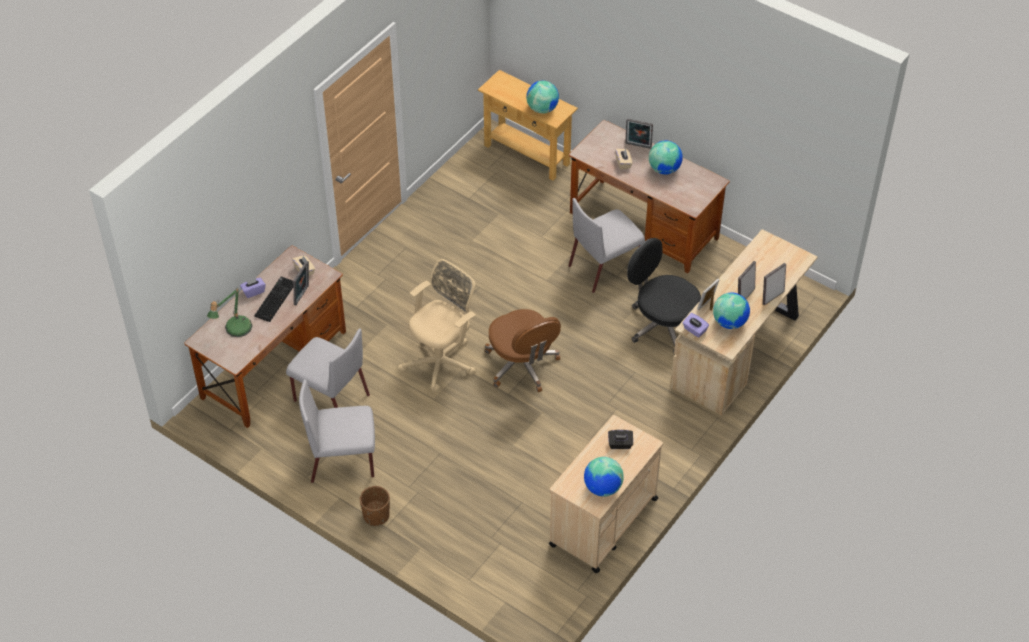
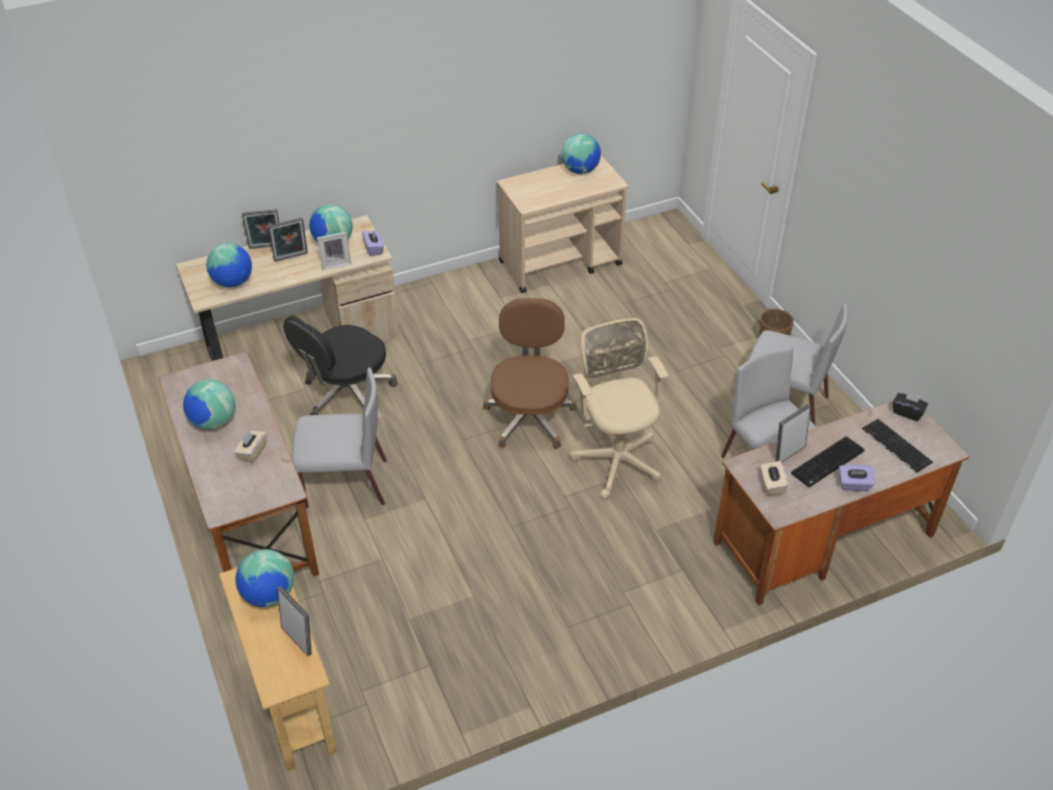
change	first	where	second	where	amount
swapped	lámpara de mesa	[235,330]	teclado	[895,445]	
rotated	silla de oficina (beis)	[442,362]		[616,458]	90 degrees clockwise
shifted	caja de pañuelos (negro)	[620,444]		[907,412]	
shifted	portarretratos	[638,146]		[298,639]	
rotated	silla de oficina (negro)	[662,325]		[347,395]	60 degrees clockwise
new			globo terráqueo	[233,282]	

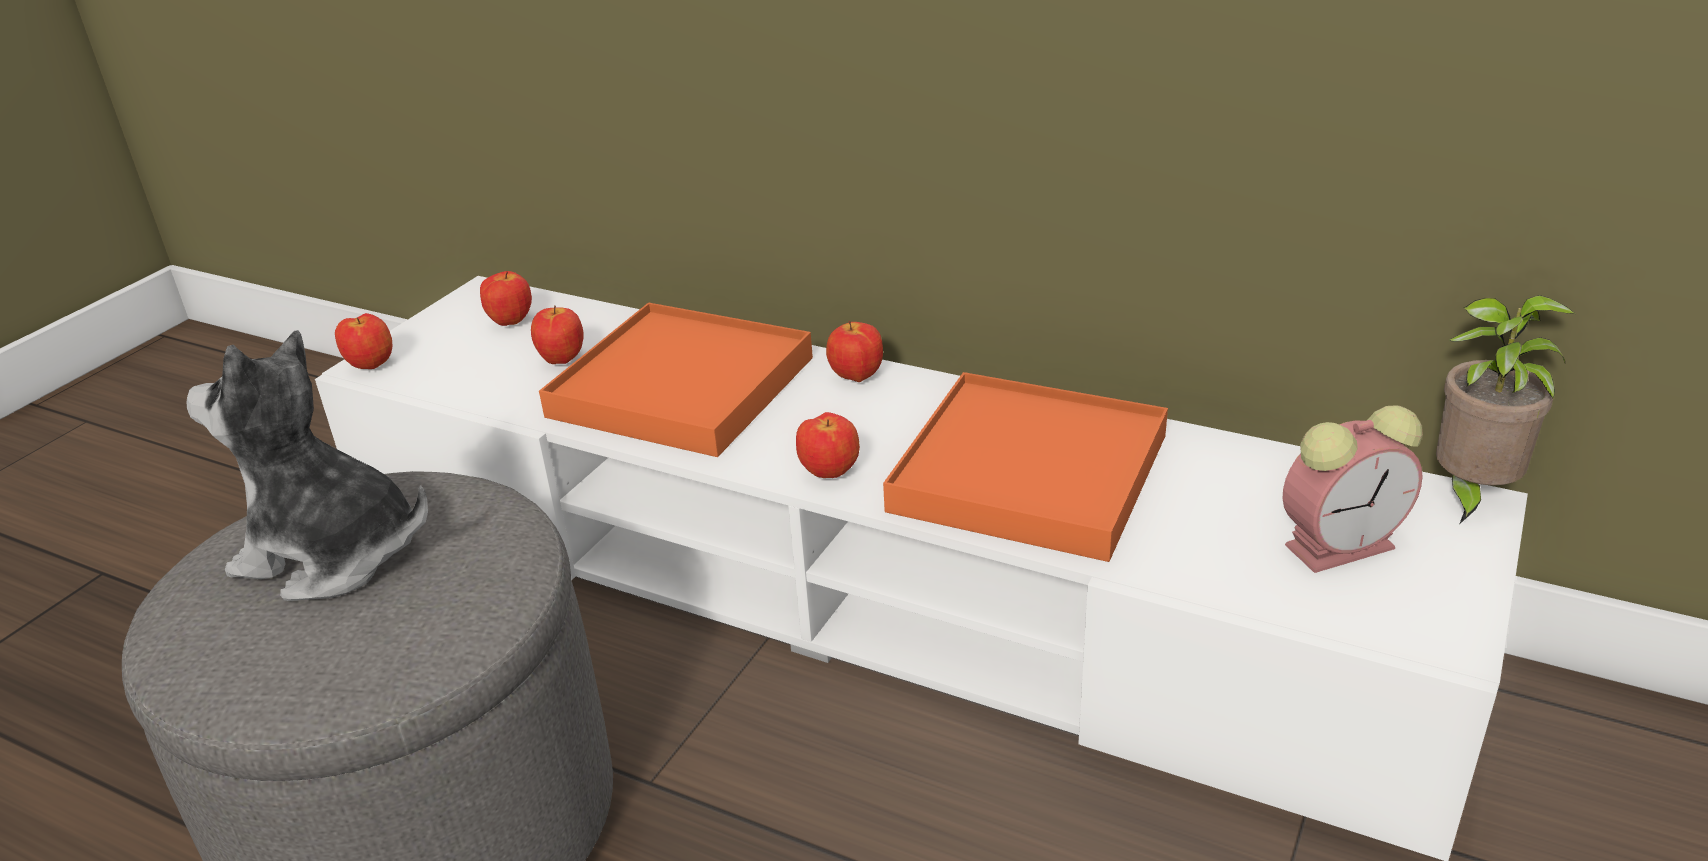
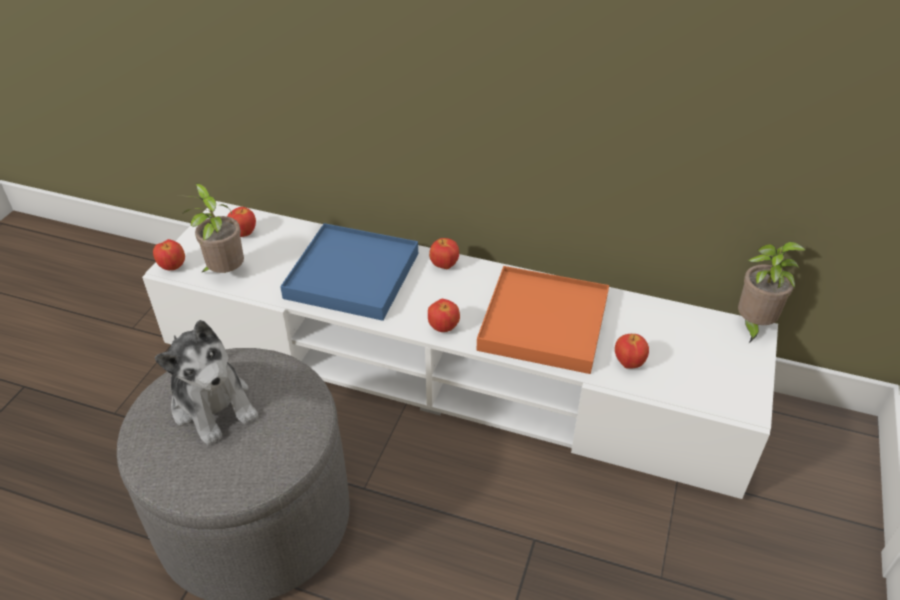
change	first	where	second	where	amount
rotated	peluche	[332,555]		[213,405]	135 degrees counterclockwise
shifted	manzana	[561,360]		[628,363]	
repainted	bandeja (naranja)	[683,387]	bandeja (azul)	[353,275]	
gone	despertador	[1342,545]			
new			planta en maceta	[225,273]	

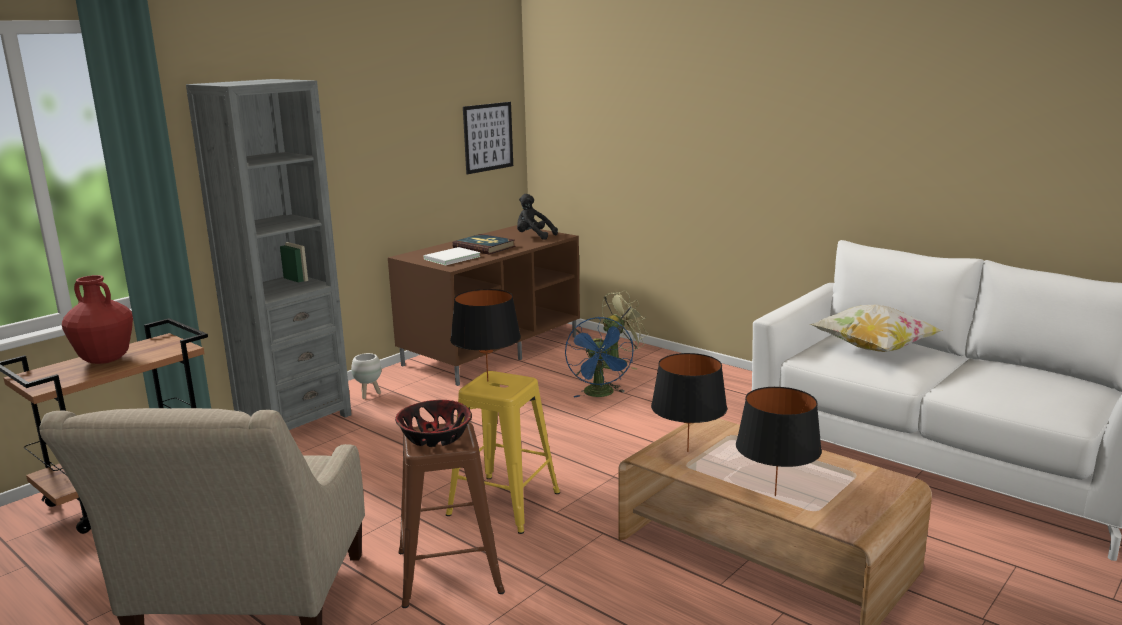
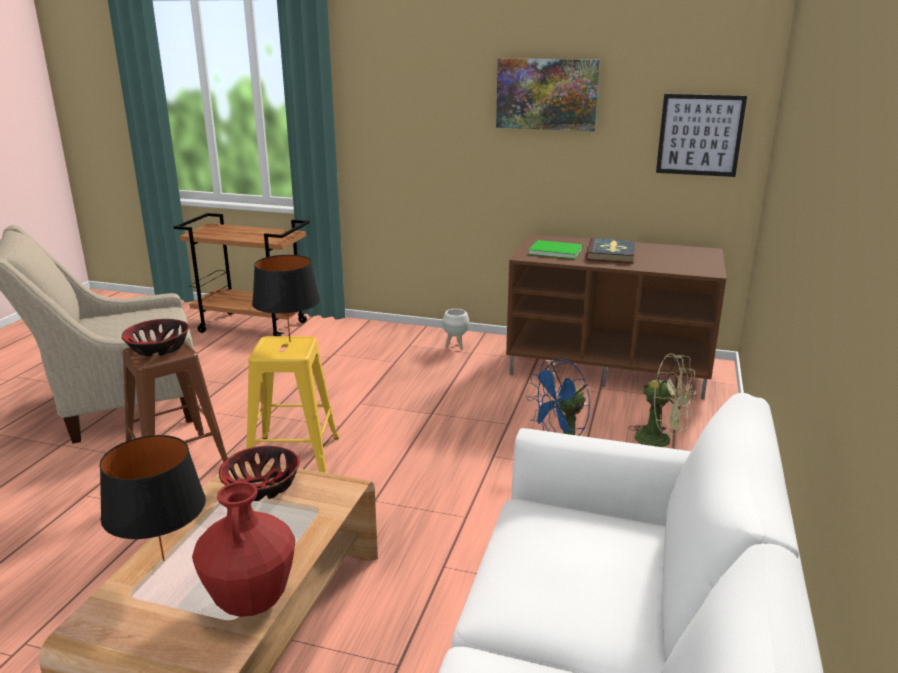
change	first	where	second	where	amount
shifted	florero (rojo)	[105,360]		[251,601]	
gone	estantería (gris)	[294,419]			
repainted	libro (blanco)	[450,258]	libro (verde)	[554,251]	
gone	peluche (negro)	[533,236]			
swapped	lámpara de mesa (negro)	[688,451]	cuenco	[262,488]	
gone	cojín	[873,349]			
new			cuadro	[547,94]	

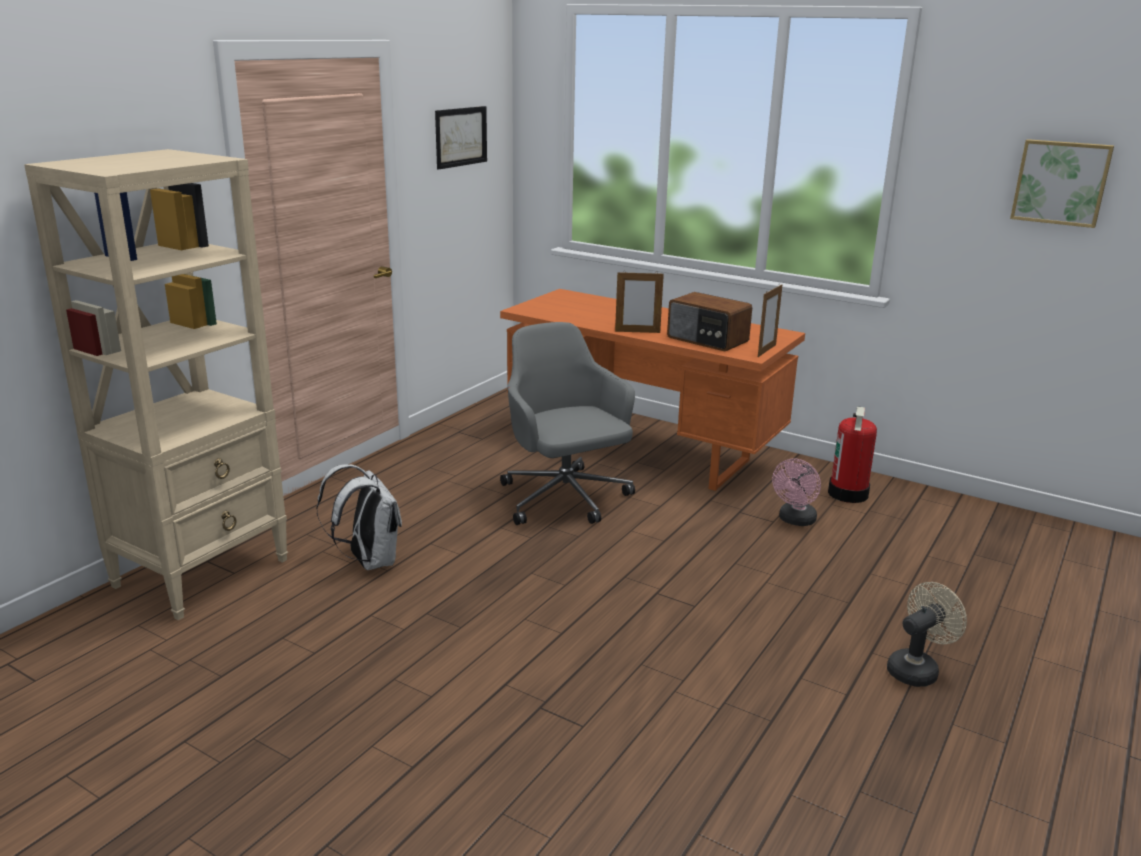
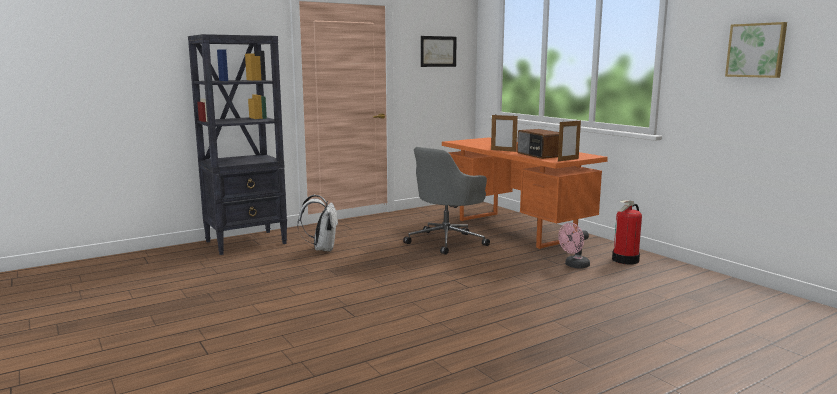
change	first	where	second	where	amount
repainted	estantería (beis)	[203,572]	estantería (negro)	[247,242]	
rotated	silla de oficina (gris)	[565,499]		[447,241]	135 degrees counterclockwise
gone	ventilador (beis)	[917,669]			

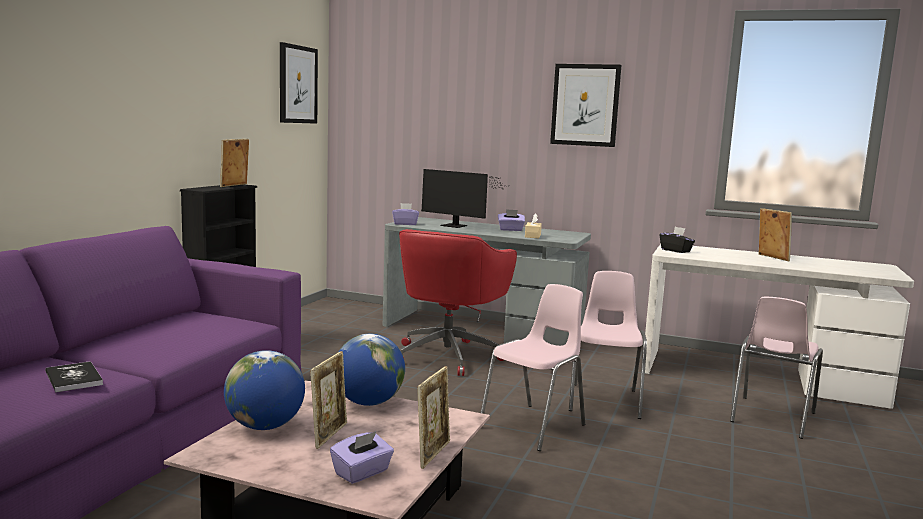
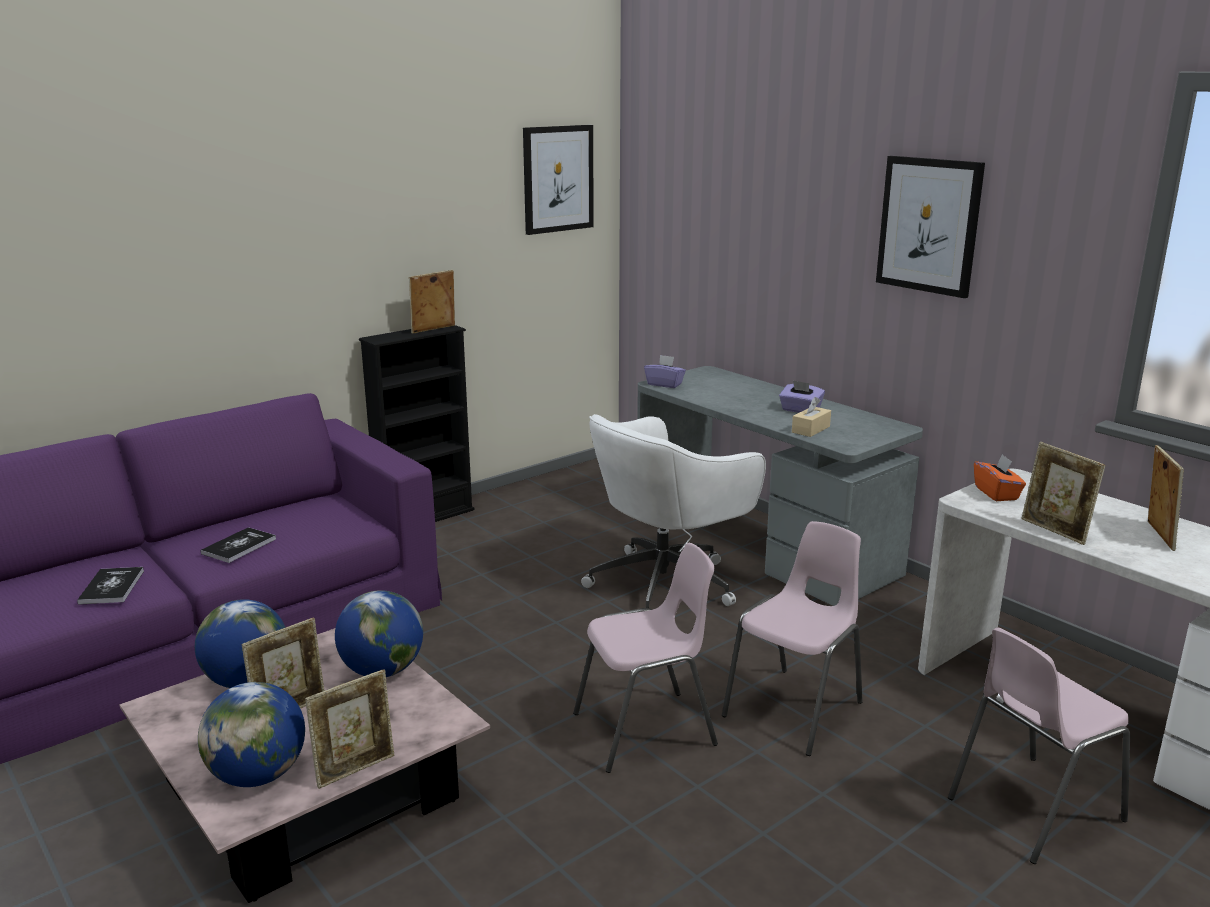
change	first	where	second	where	amount
swapped	caja de pañuelos (morado)	[362,473]	globo terráqueo	[258,775]	
repainted	silla de oficina (rojo)	[448,355]	silla de oficina (blanco)	[666,583]	
gone	monitor	[456,226]			
repainted	caja de pañuelos (negro)	[676,250]	caja de pañuelos (naranja)	[996,493]	
new			libro	[239,546]	
new			portarretratos	[1055,531]	

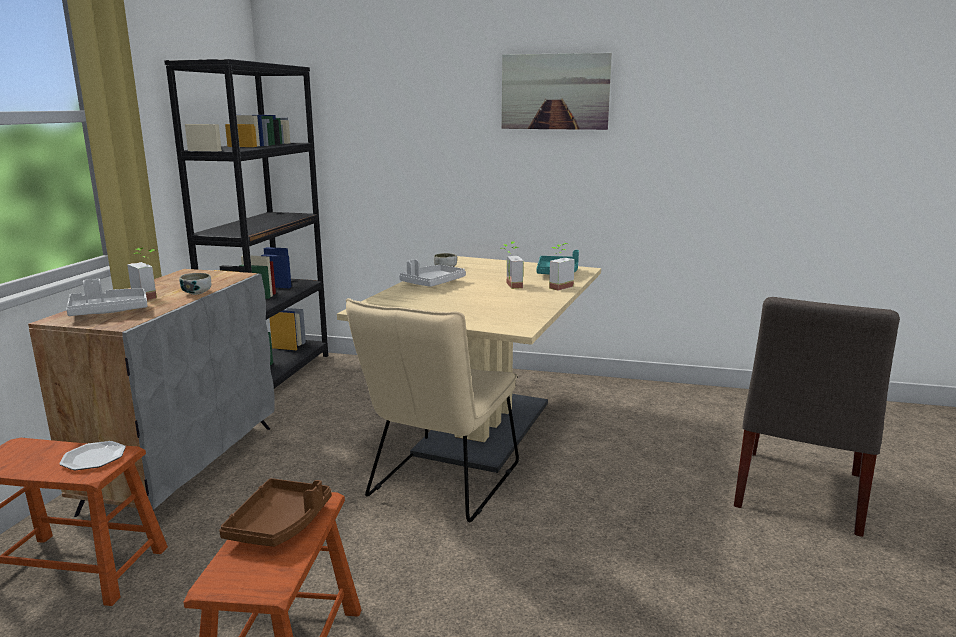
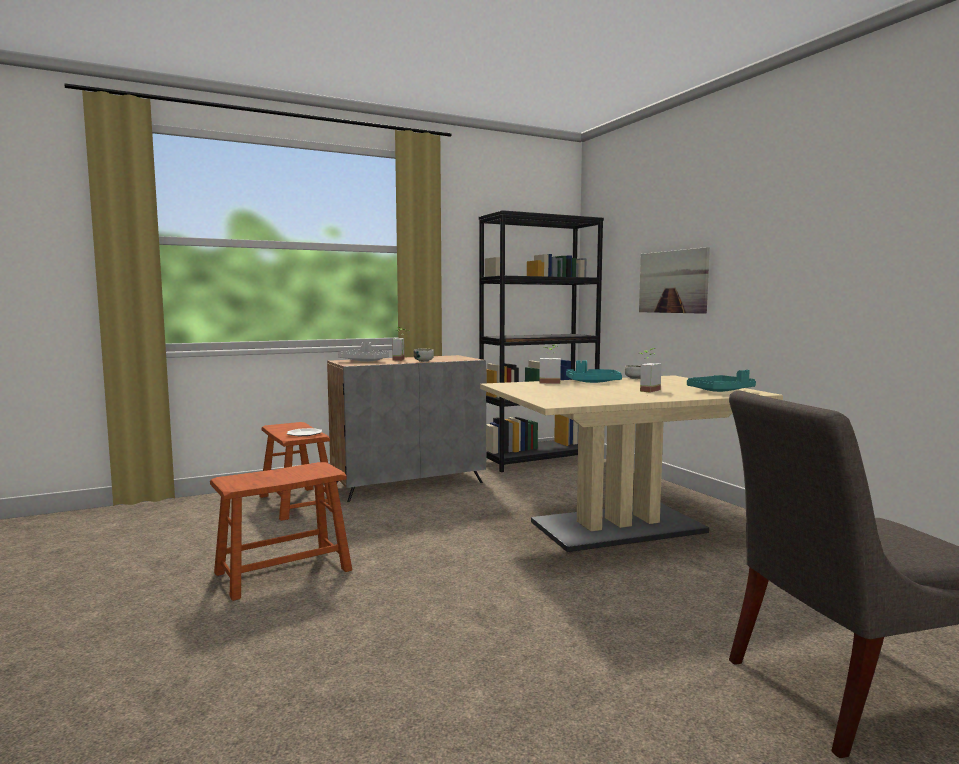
change	first	where	second	where	amount
gone	bandeja (marrón)	[280,524]			
gone	silla (beis)	[439,485]			
repainted	bandeja (gris)	[432,283]	bandeja (turquesa)	[592,382]	
shifted	cuadro	[555,92]		[673,281]	
shifted	planta en maceta	[557,286]		[550,382]	

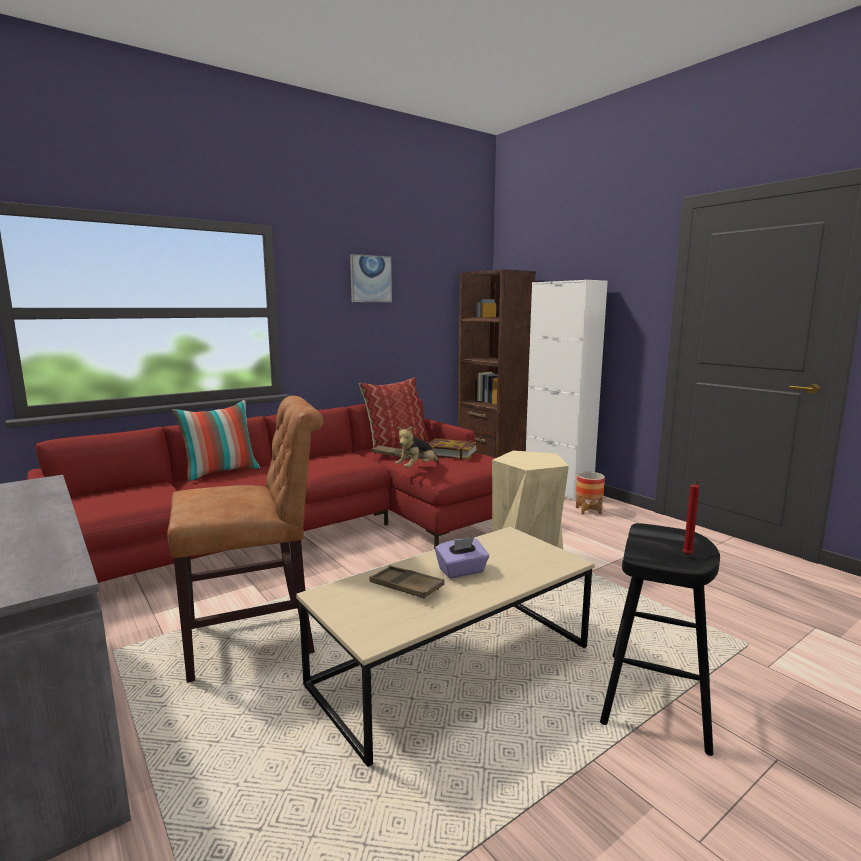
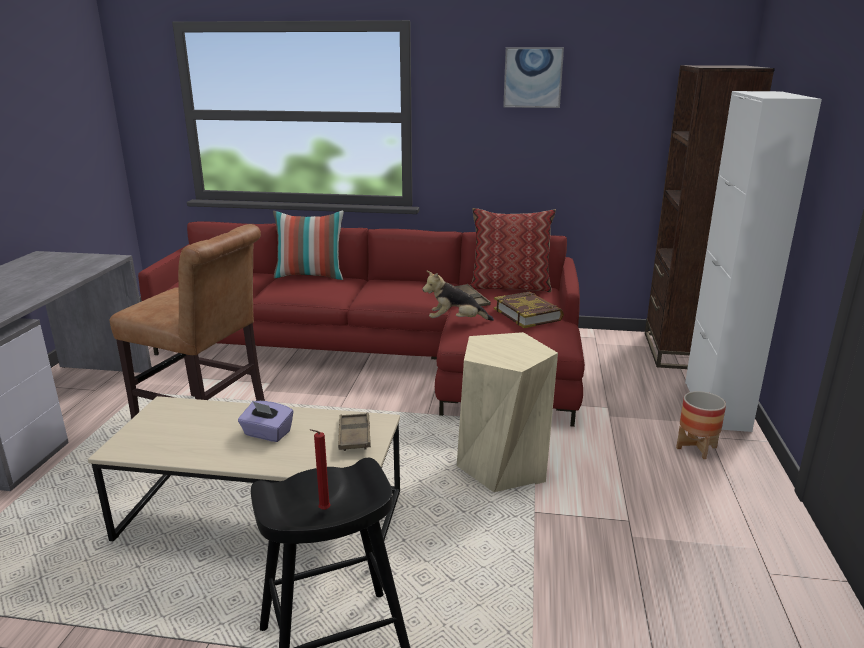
change	first	where	second	where	amount
shifted	bandeja (marrón)	[406,587]		[354,436]	

